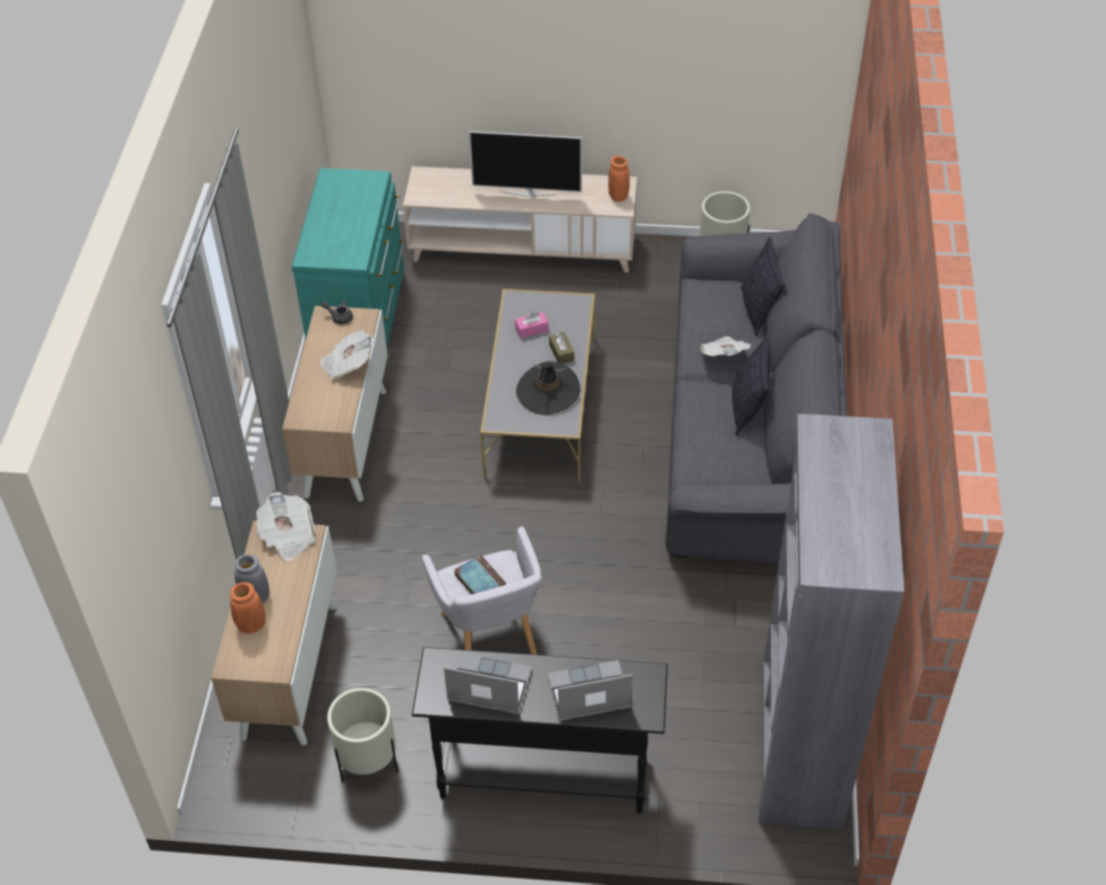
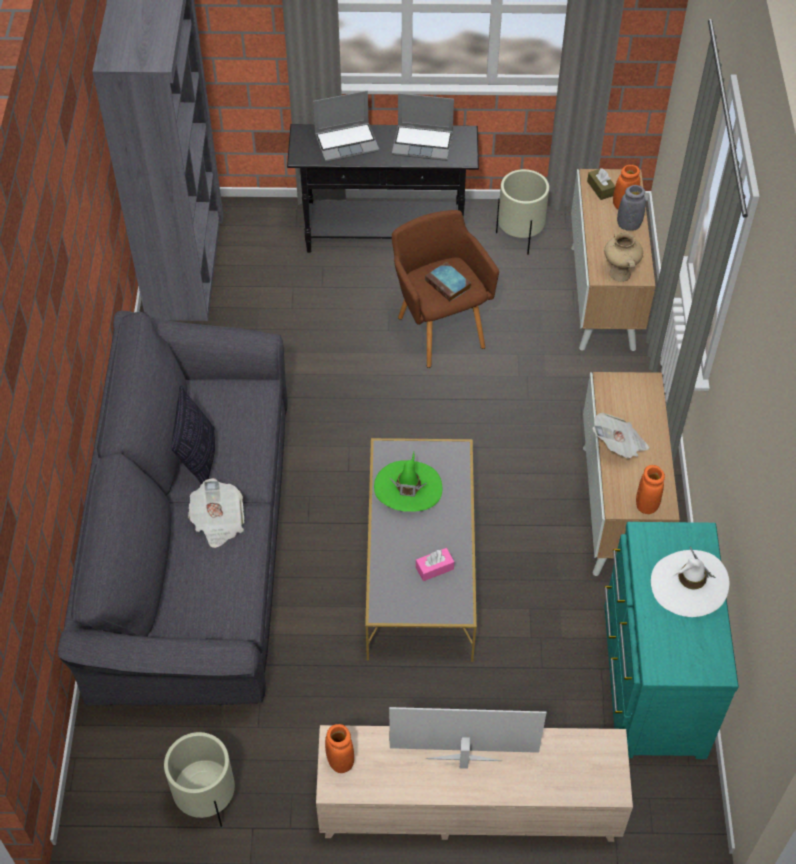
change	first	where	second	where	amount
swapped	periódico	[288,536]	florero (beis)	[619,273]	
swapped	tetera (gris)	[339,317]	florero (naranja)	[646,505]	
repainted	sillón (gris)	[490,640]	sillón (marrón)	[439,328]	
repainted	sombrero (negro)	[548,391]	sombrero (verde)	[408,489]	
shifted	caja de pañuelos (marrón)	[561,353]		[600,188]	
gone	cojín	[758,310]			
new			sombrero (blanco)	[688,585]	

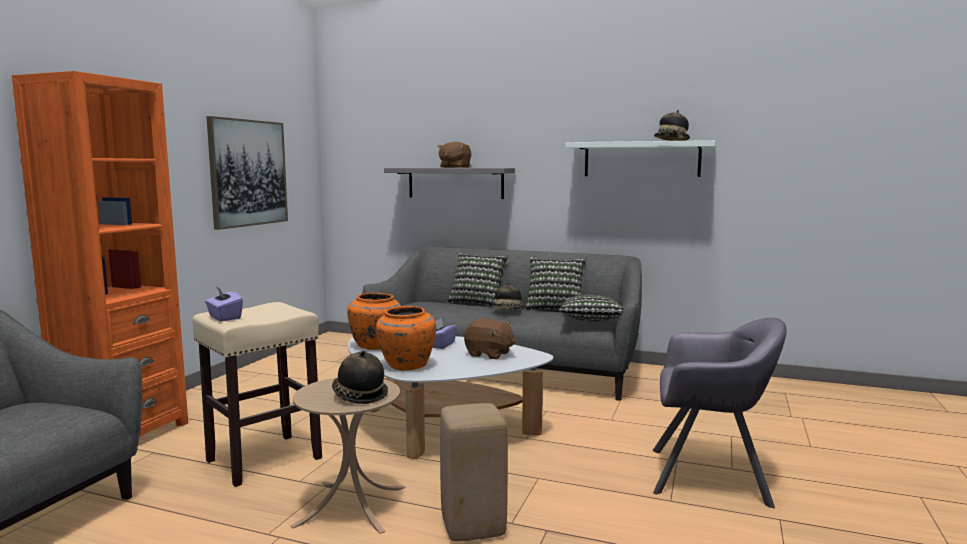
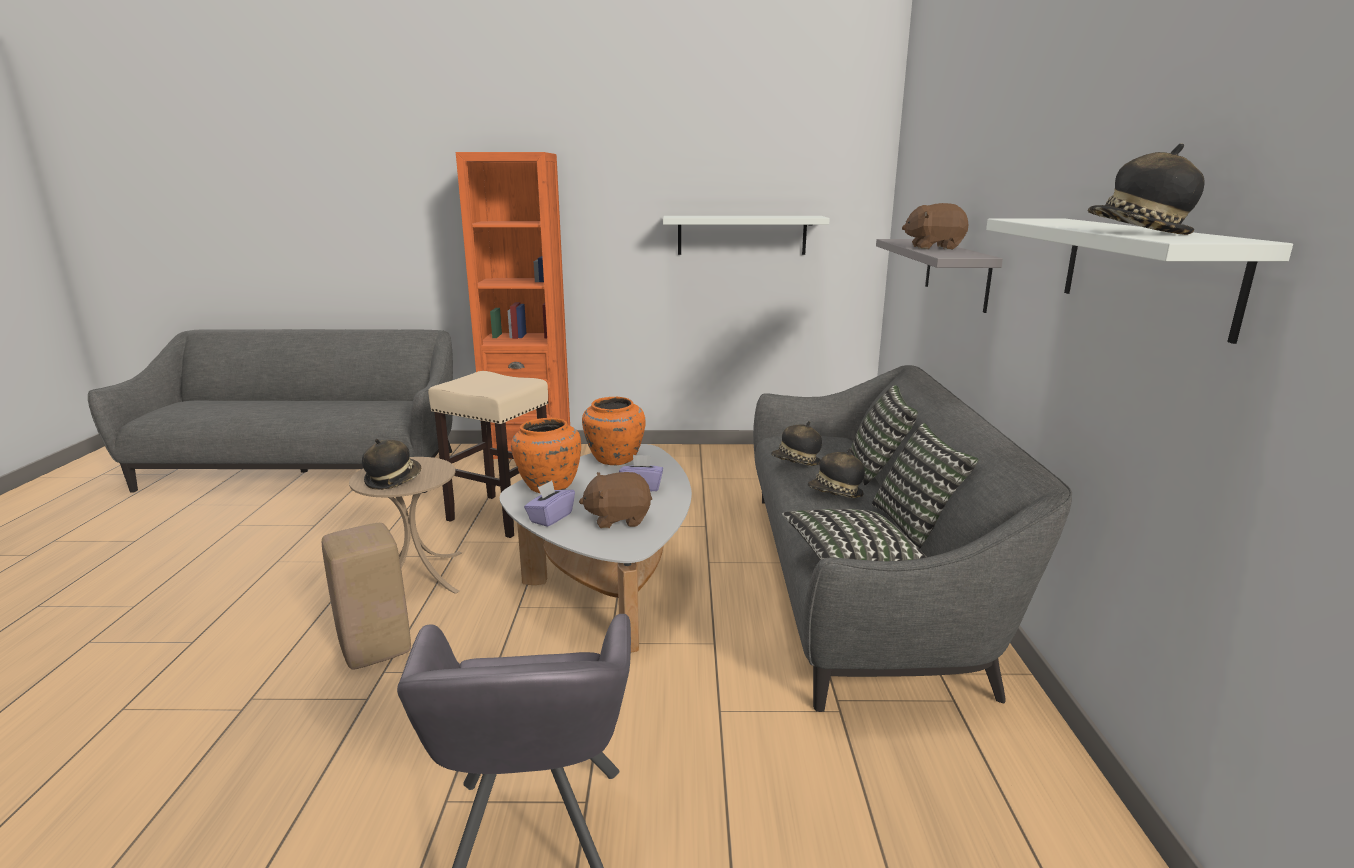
change	first	where	second	where	amount
shifted	caja de pañuelos (morado)	[224,317]		[550,517]	
swapped	cuadro	[248,173]	estante (blanco)	[742,235]	
rotated	peluche (marrón)	[489,354]		[618,518]	75 degrees clockwise
new			sombrero	[796,463]	

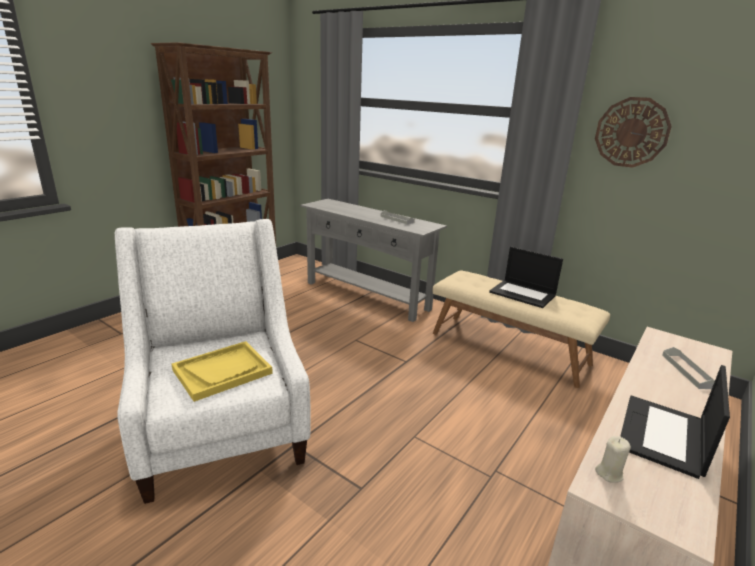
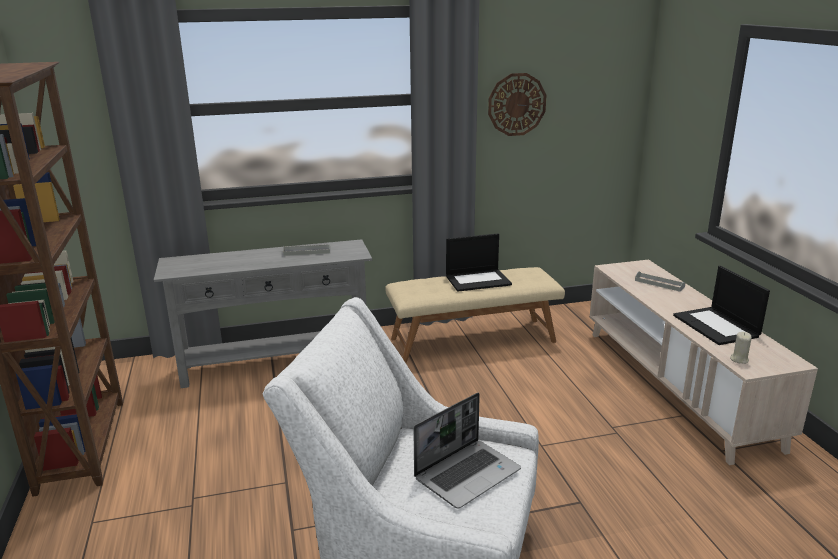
change	first	where	second	where	amount
swapped	bandeja (amarillo)	[222,371]	portátil	[467,473]	

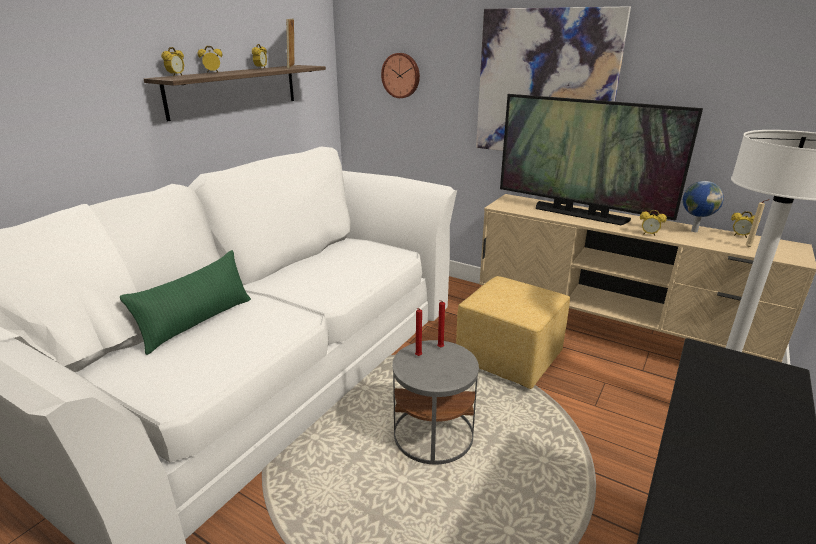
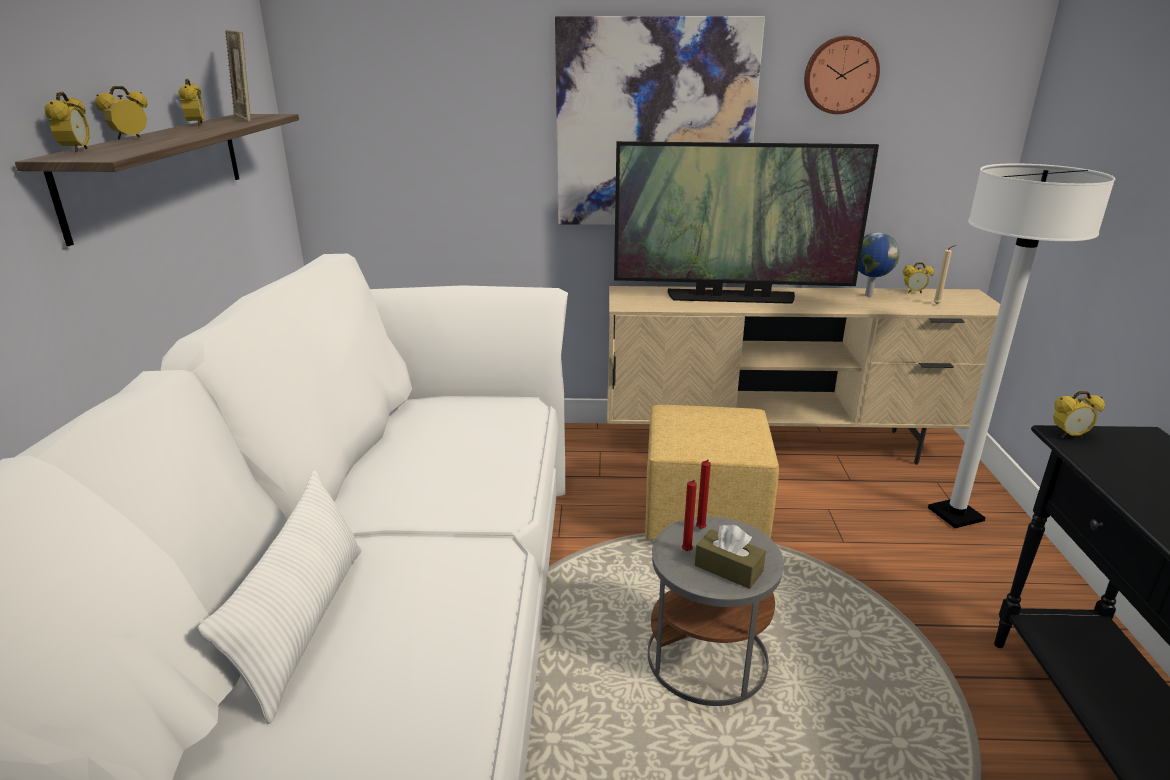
change	first	where	second	where	amount
repainted	cojín (verde)	[198,322]	cojín (blanco)	[304,624]	
shifted	reloj de pared	[401,75]		[840,75]	
shifted	despertador	[649,234]		[1069,435]	
new			caja de pañuelos (marrón)	[728,568]	

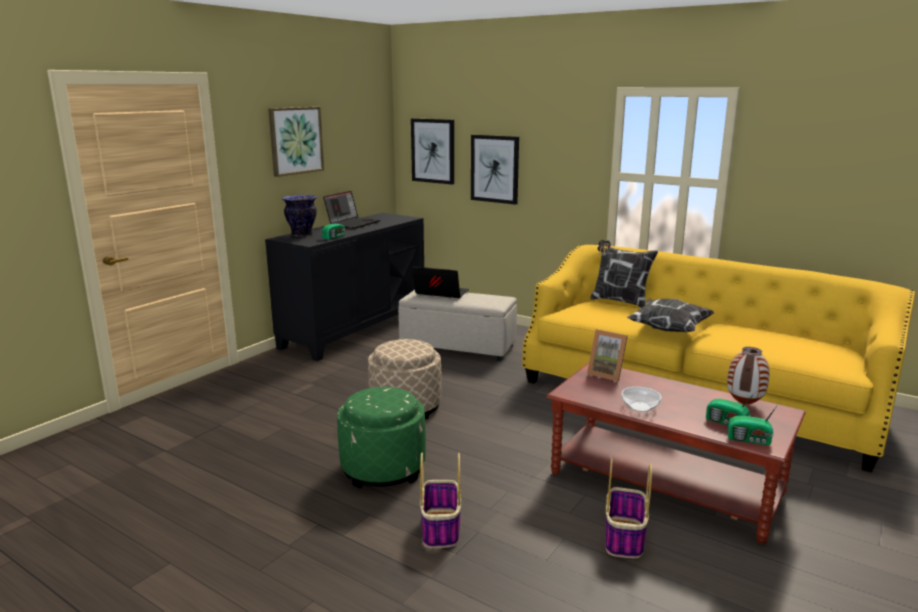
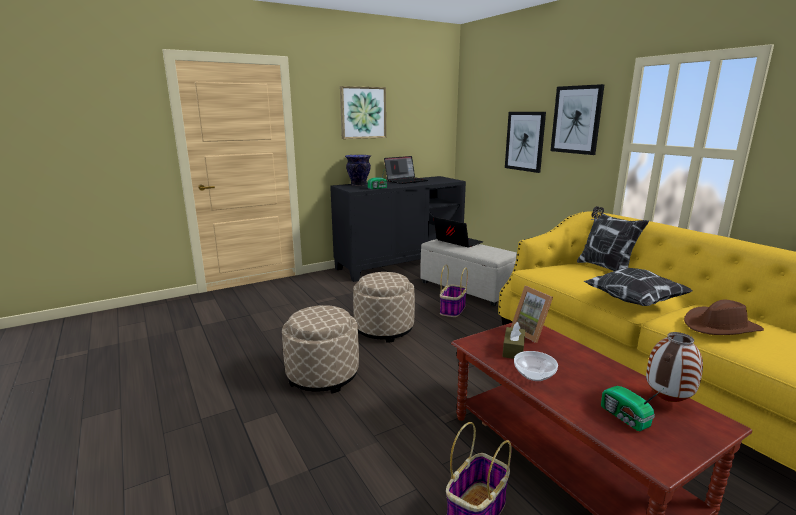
change	first	where	second	where	amount
repainted	puf (verde)	[383,468]	puf (beis)	[323,375]	
shifted	cuadro	[433,151]		[576,120]	
shifted	cesta	[441,529]		[452,310]	
gone	radio	[750,440]			
new			caja de pañuelos (marrón)	[513,349]	
new			sombrero (marrón)	[721,327]	

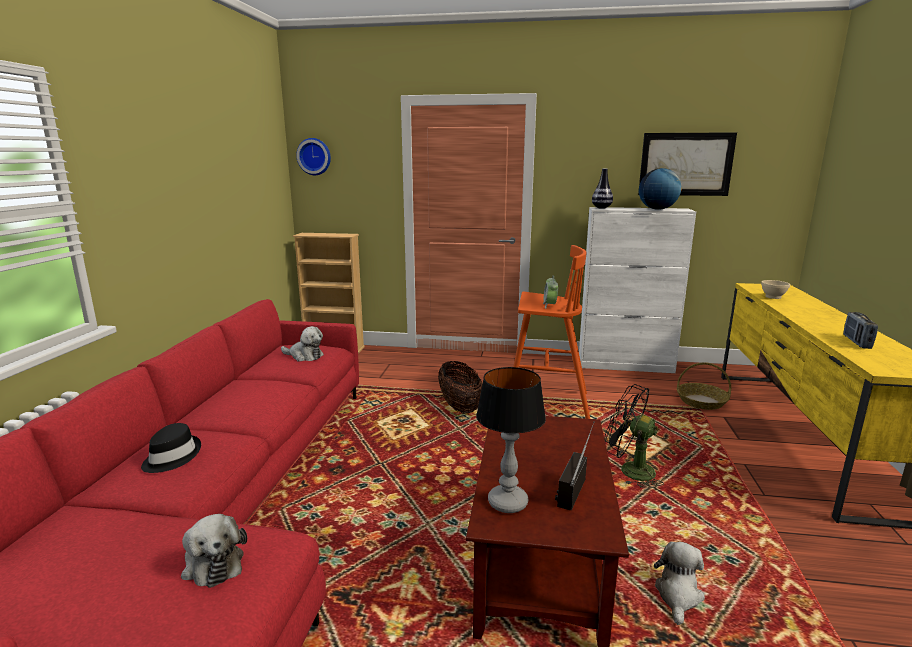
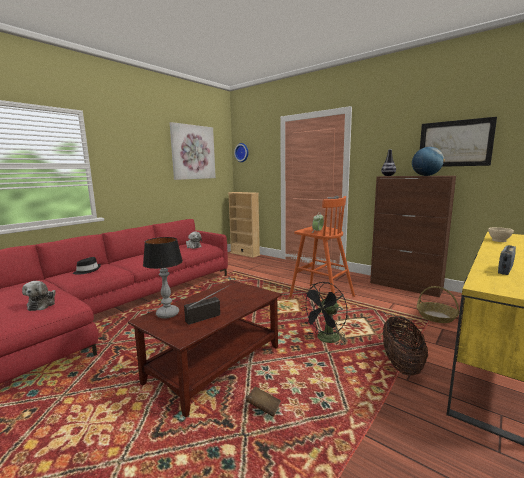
change	first	where	second	where	amount
shifted	cesta	[460,407]		[401,364]	
repainted	armario (blanco)	[625,365]	armario (marrón)	[405,286]	
rotated	ventilador (negro)	[629,470]		[325,340]	105 degrees counterclockwise
swapped	peluche	[678,595]	libro (marrón)	[263,408]	
new			cuadro	[193,152]	

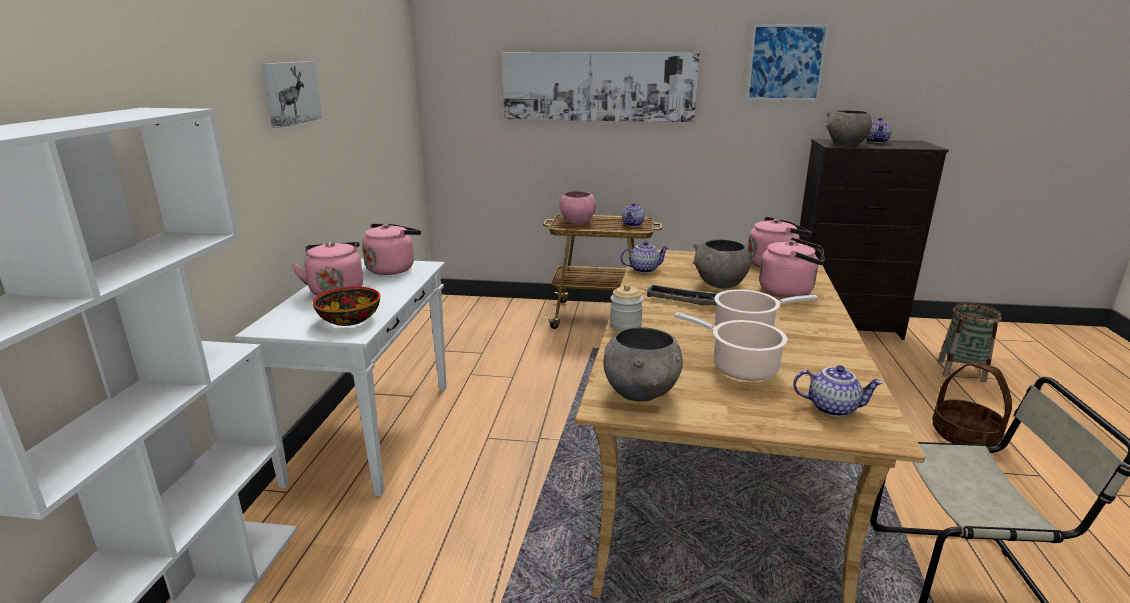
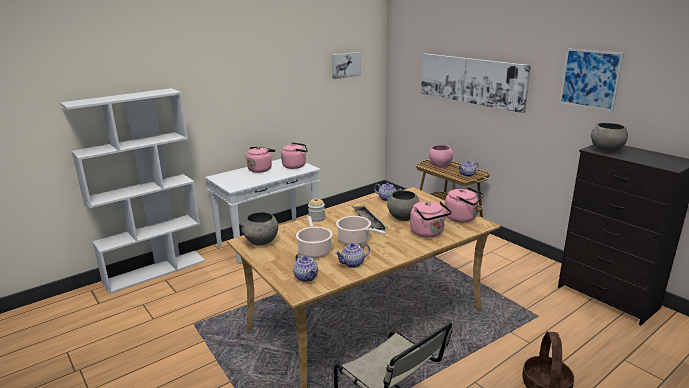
change	first	where	second	where	amount
shifted	cuadro	[290,93]		[345,65]	
gone	cuenco	[349,320]			
shifted	tetera	[877,142]		[353,264]	
gone	cesta	[961,371]			

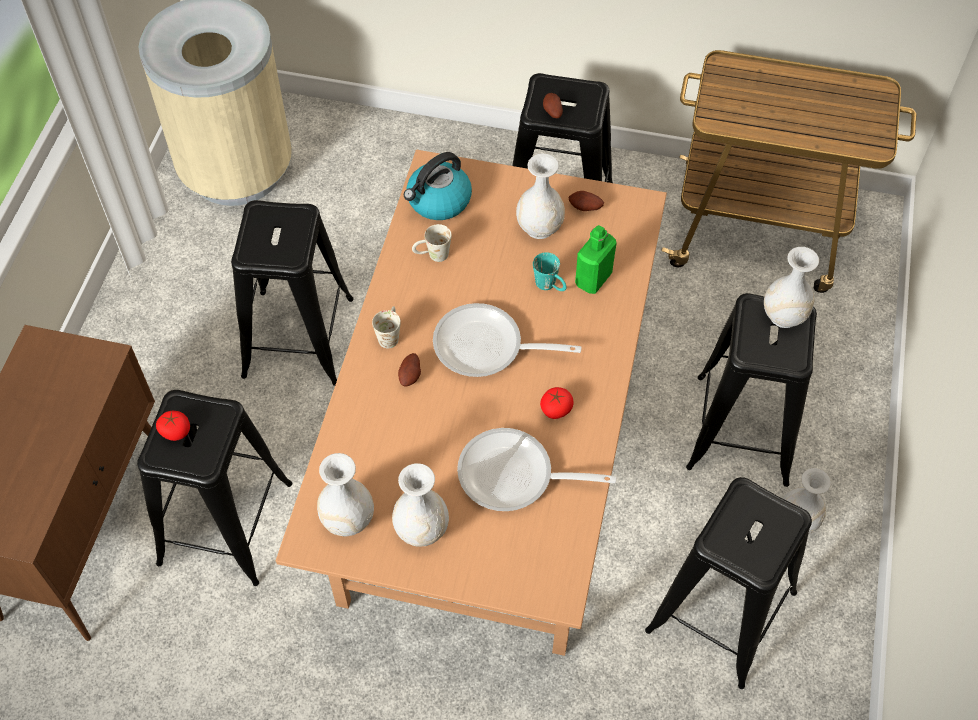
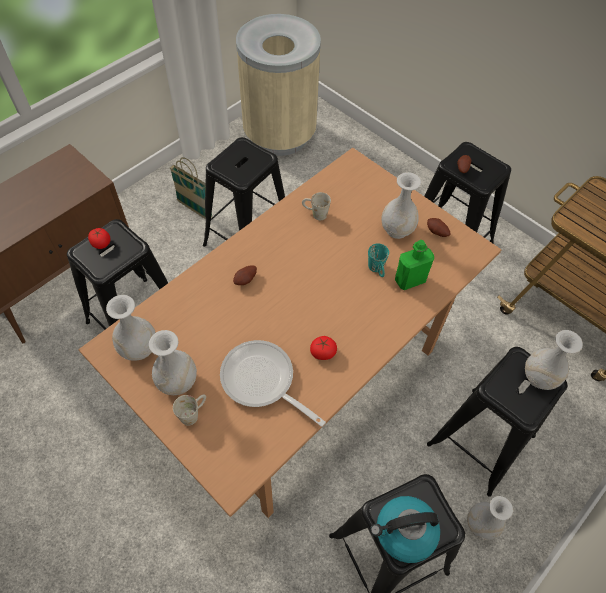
change	first	where	second	where	amount
shifted	taza grande (blanco)	[390,334]		[193,413]	
shifted	hervidor	[438,201]		[404,532]	
gone	sartén	[486,347]			
new			cesta	[194,209]	

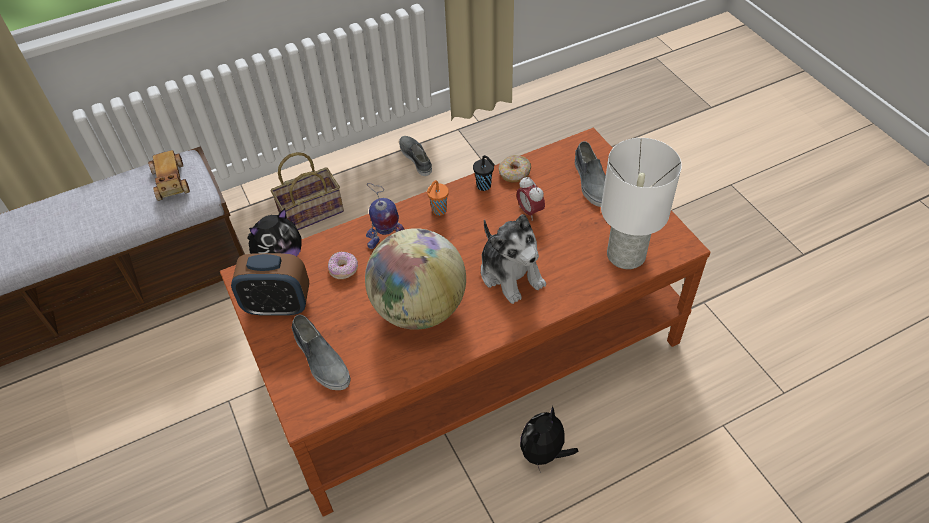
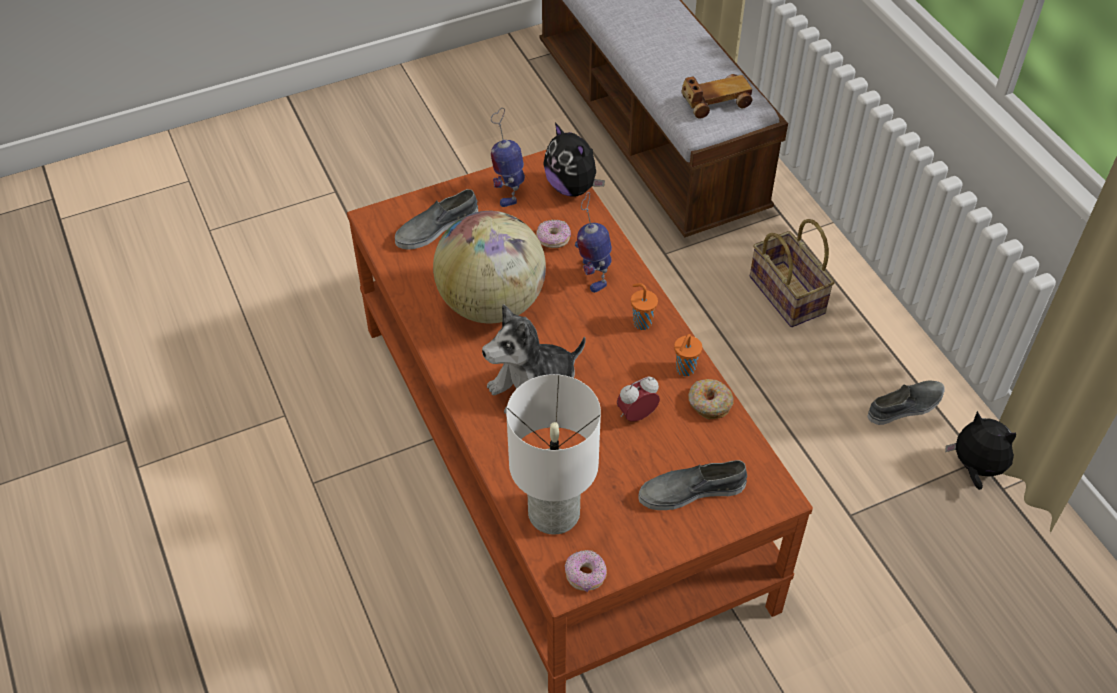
change	first	where	second	where	amount
swapped	despertador	[278,305]	robot de juguete	[509,191]	
repainted	taza (negro)	[484,186]	taza (naranja)	[684,370]	
shifted	peluche	[544,453]		[976,468]	
new			rosquilla	[585,575]	

